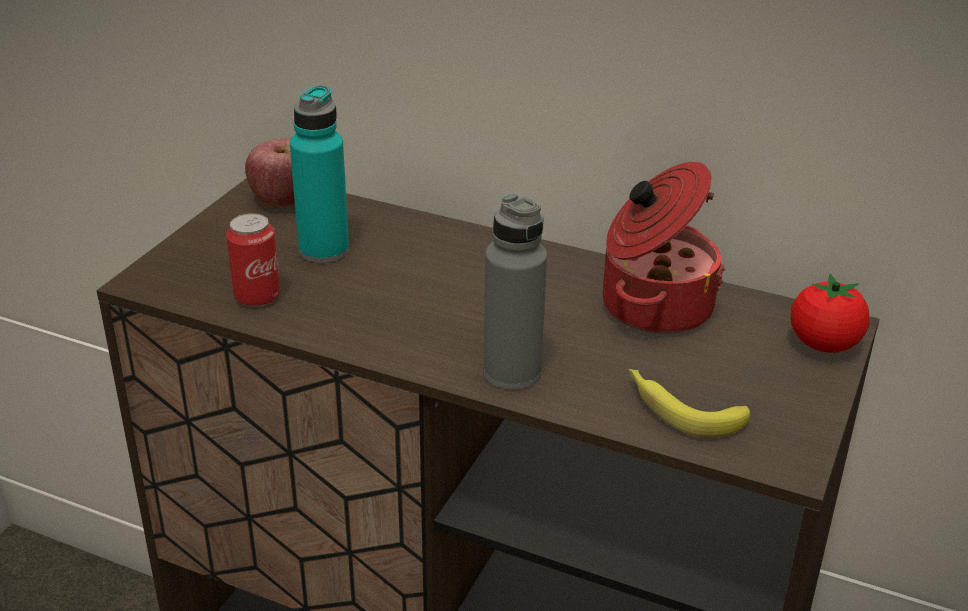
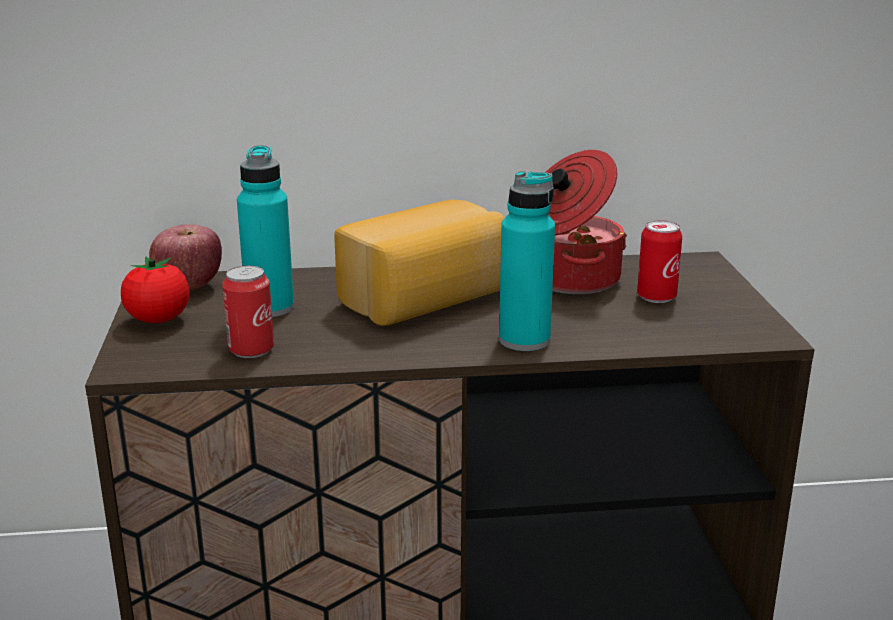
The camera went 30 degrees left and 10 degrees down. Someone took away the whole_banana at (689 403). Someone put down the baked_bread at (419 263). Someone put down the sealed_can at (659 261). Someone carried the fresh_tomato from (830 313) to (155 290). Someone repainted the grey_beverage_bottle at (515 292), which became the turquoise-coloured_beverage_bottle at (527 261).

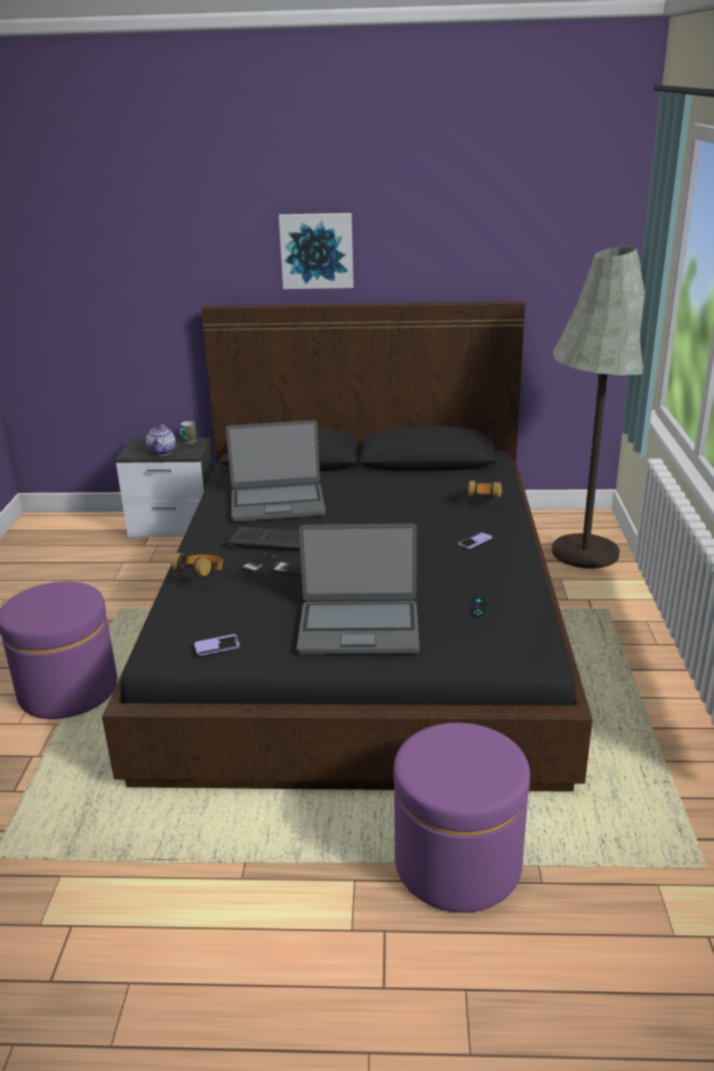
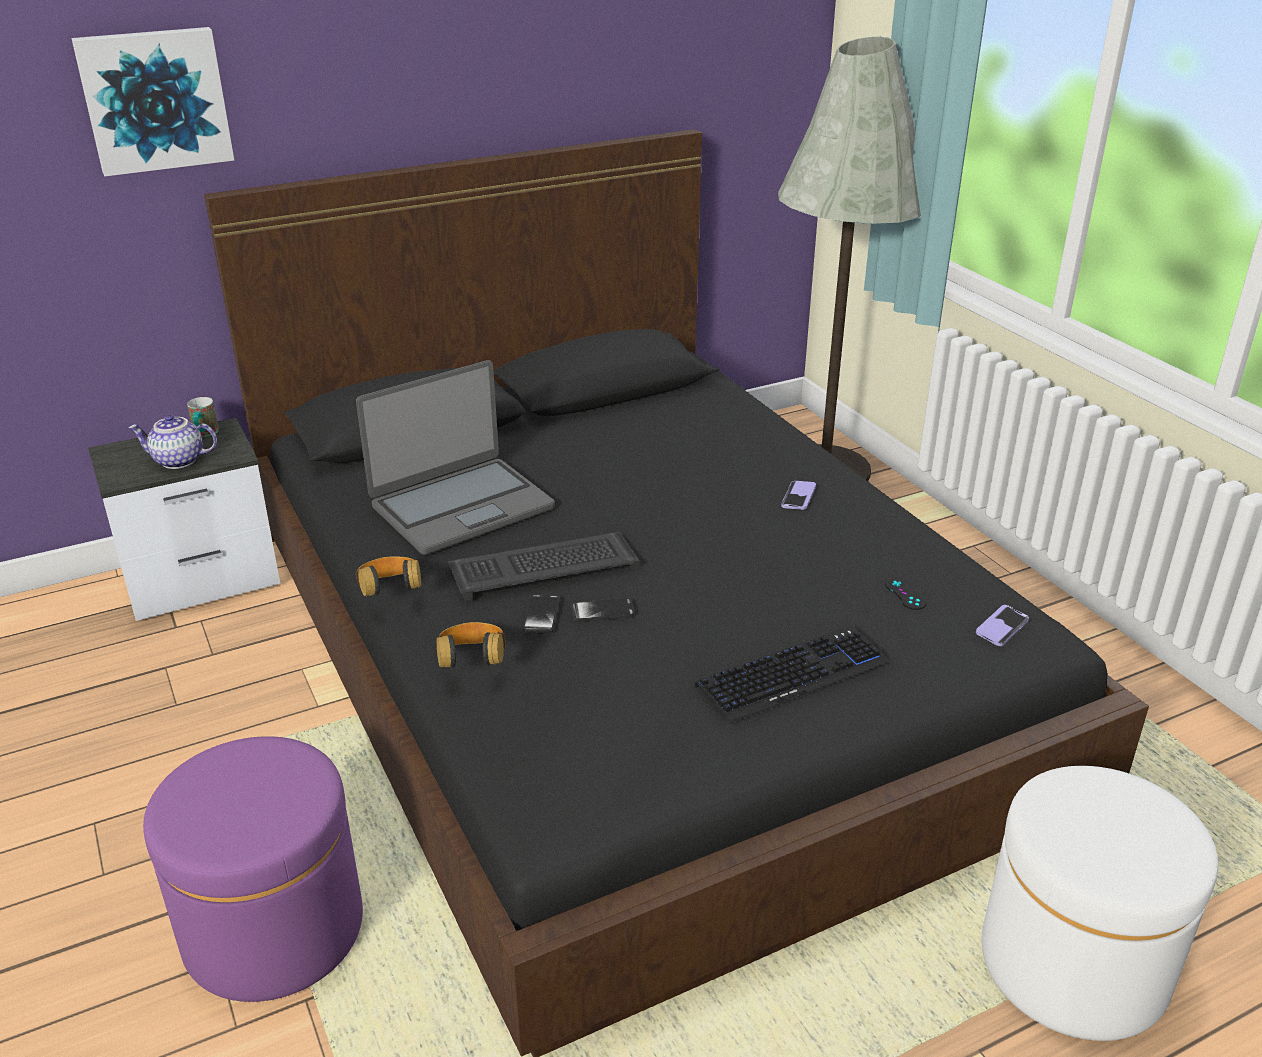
The camera went 30 degrees left and 5 degrees up. Someone carried the handset from (217 645) to (1002 625). Someone carried the picture from (316 251) to (152 101). Someone carried the pair_of_headphones from (485 489) to (388 576). Someone swapped the notebook_computer at (358 589) for the PC_keyboard at (792 675). Someone repainted the purple_ottoman at (461 818), which became the whitish_ottoman at (1100 903). Someone rotated the pot_for_tea at (161 440) by 120 degrees clockwise.

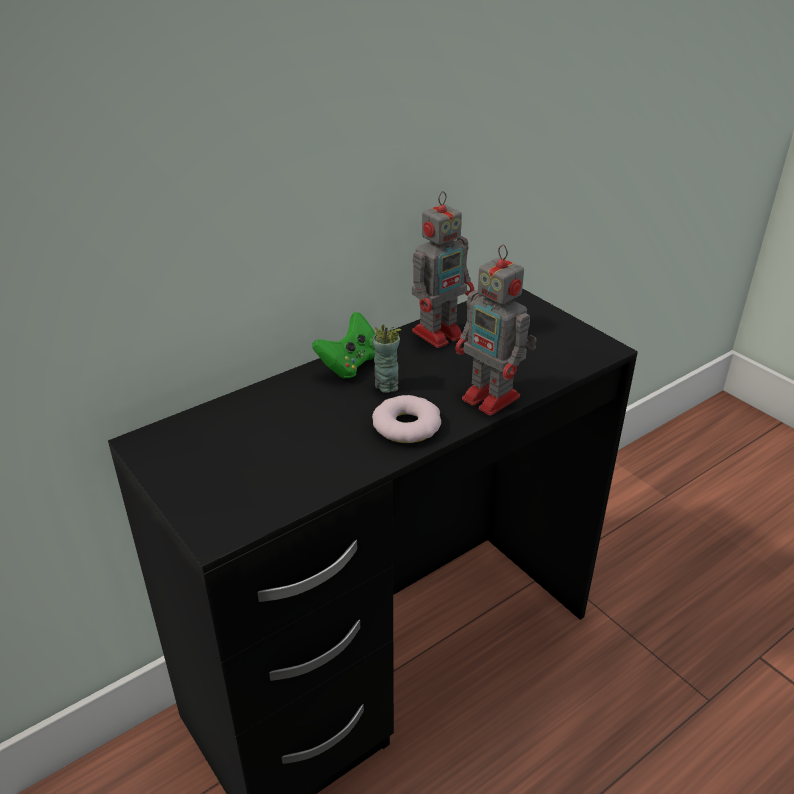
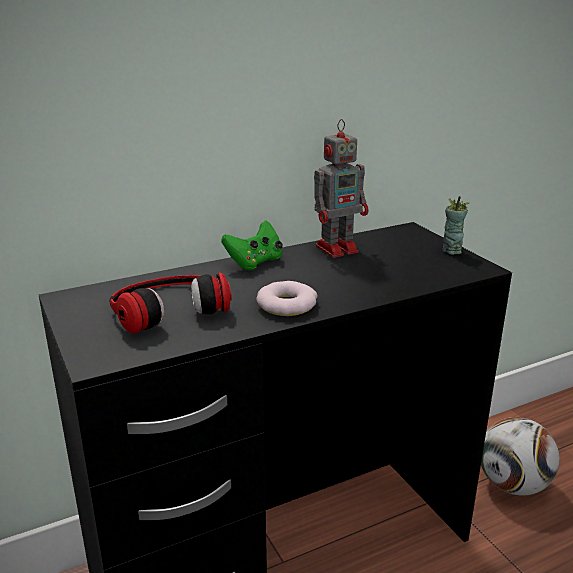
The camera went 10 degrees right and 10 degrees down. Someone took away the robot_figure at (496 330). Someone put down the pair_of_headphones at (171 303). Someone put down the football_ball at (520 456). Someone carried the drinking_cup from (387 358) to (456 225).

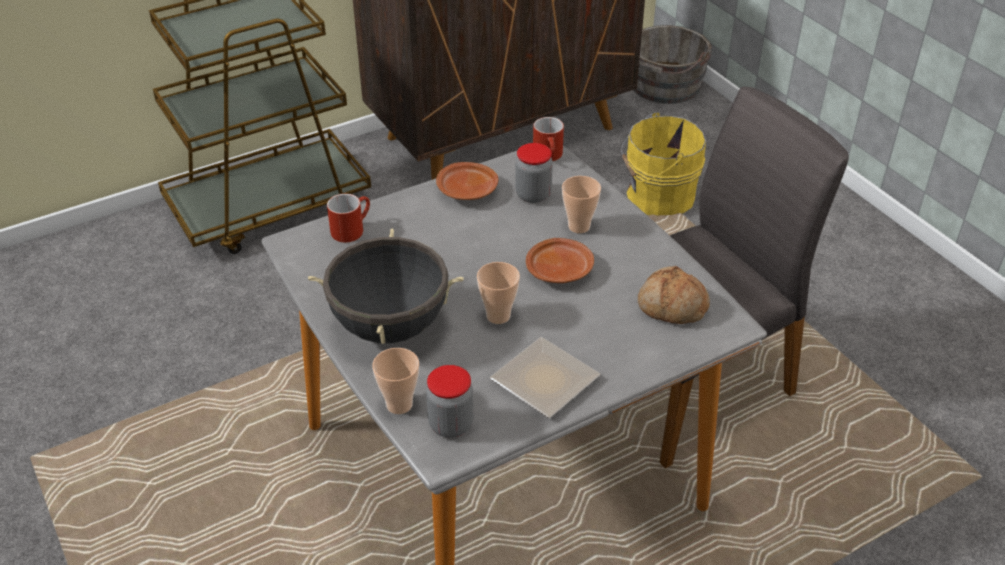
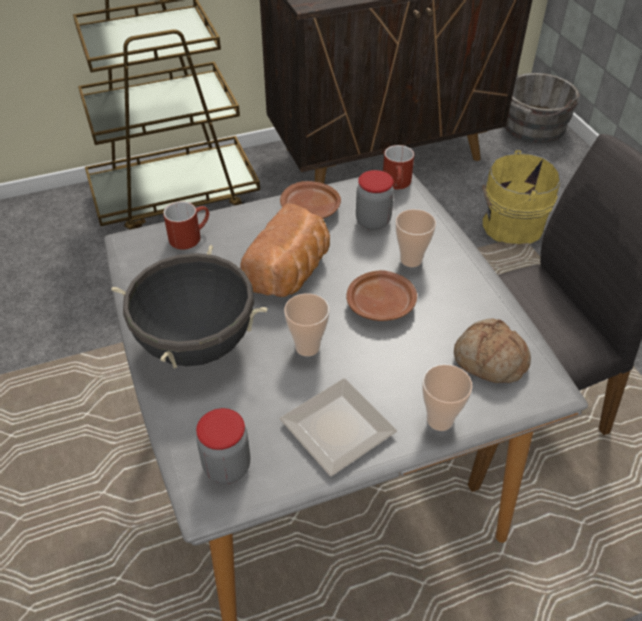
The camera went 10 degrees right and 5 degrees up. Someone put down the baked_bread at (285 250). Someone carried the drinking_cup from (395 381) to (447 397).

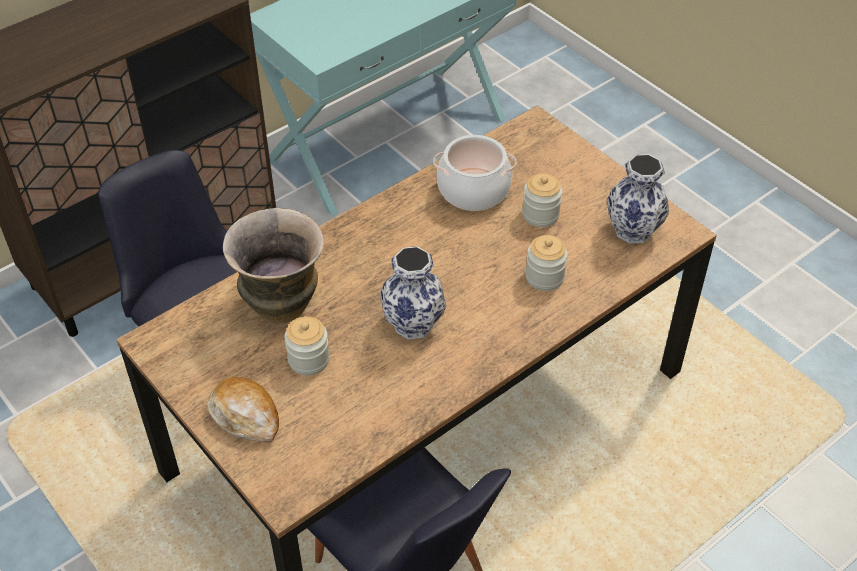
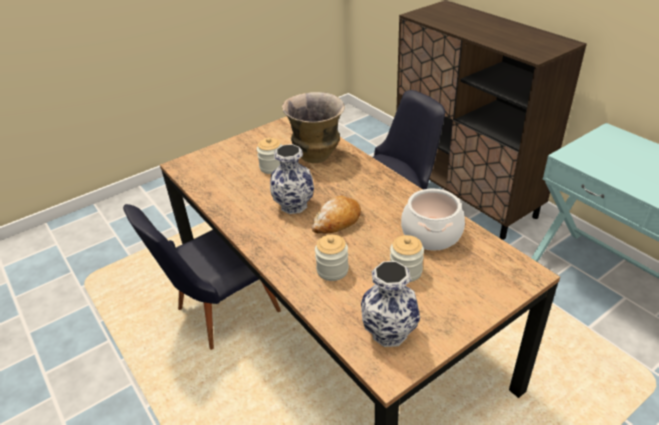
The camera went 95 degrees right and 10 degrees down. Someone carried the baked_bread from (243 410) to (336 214).

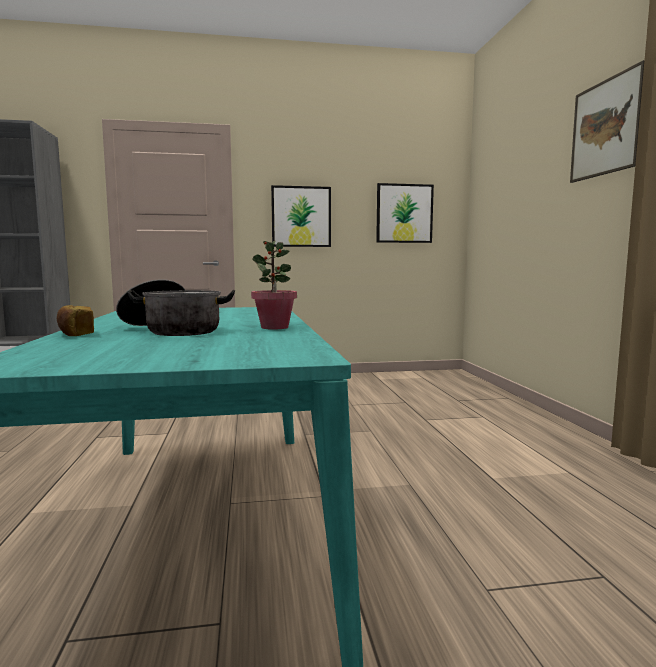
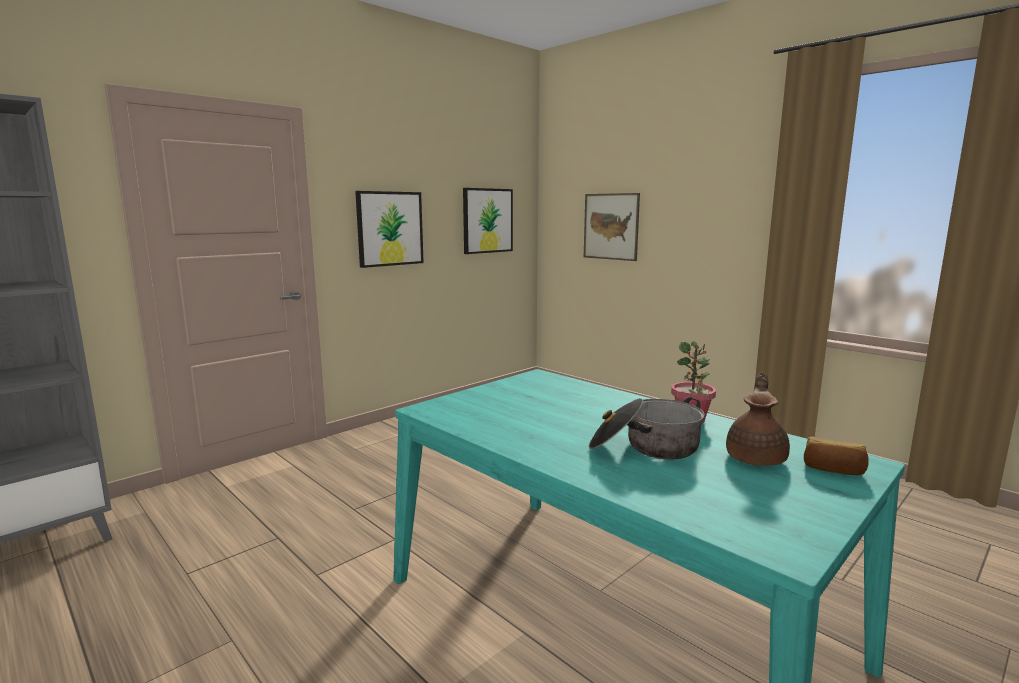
The camera went 35 degrees left and 5 degrees up. Someone put down the brown_pot_for_tea at (758 419). Someone carried the baked_bread from (75 320) to (836 455). Someone carried the picture from (607 121) to (612 227).

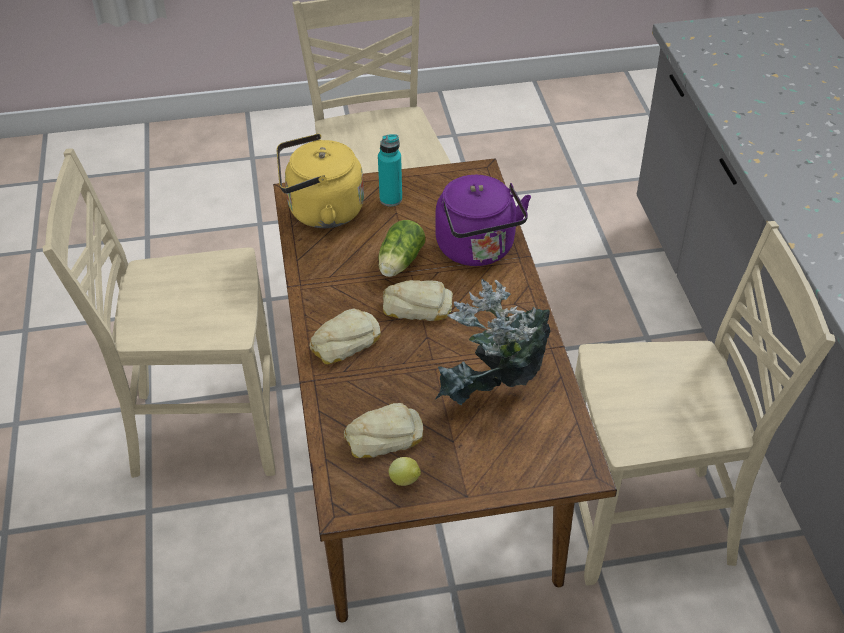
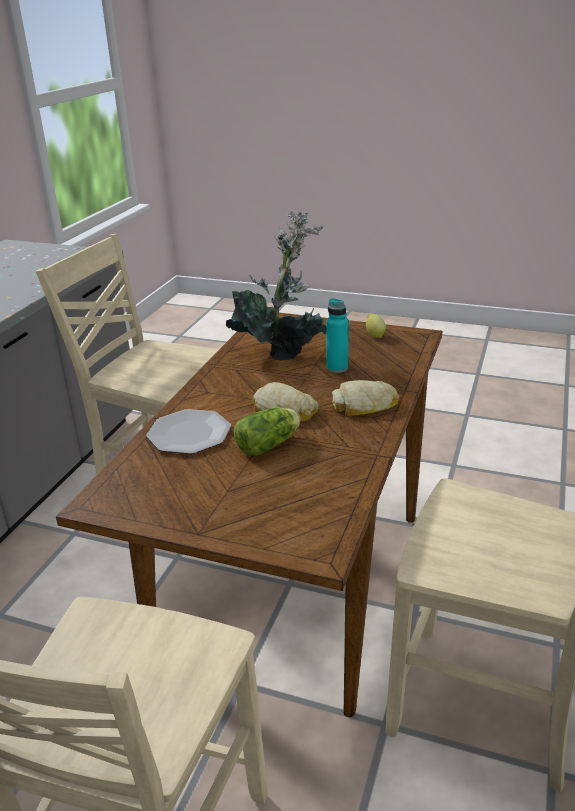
The camera went 150 degrees left and 15 degrees down. Someone took away the yellowish_tea_kettle at (320 181). Someone took away the baked_bread at (383 430). Someone carried the turquoise-coloured_beverage_bottle from (390 170) to (337 335). Someone swapped the purple_tea_kettle at (483 220) for the flat_dish at (188 431).

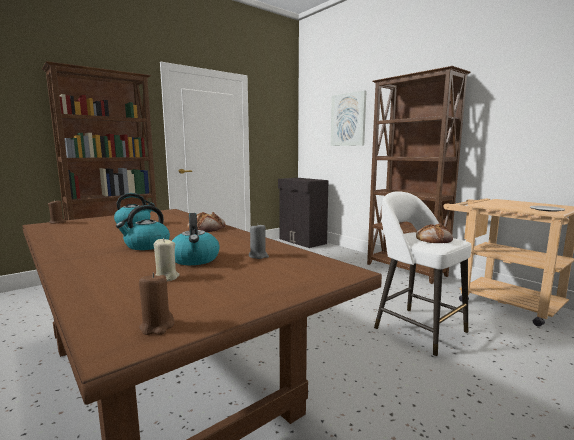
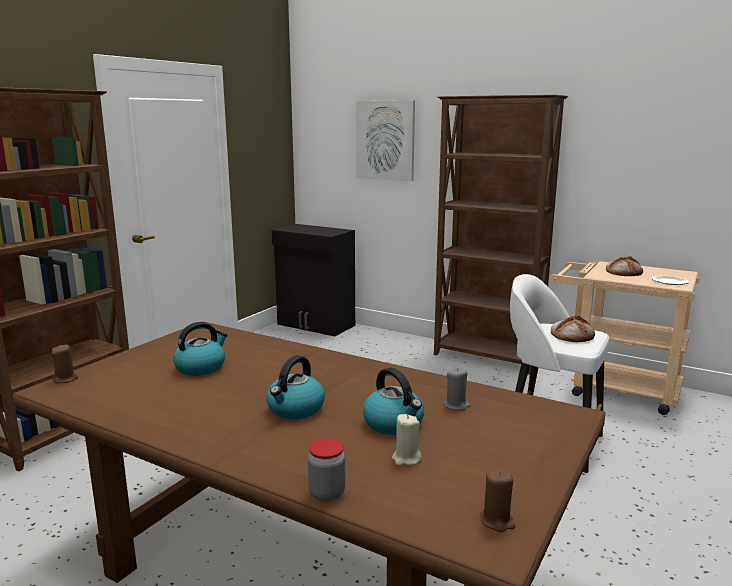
The camera went 20 degrees left and 5 degrees up. Someone put down the preserve_jar at (326 470). Someone carried the baked_bread from (206 222) to (624 266).

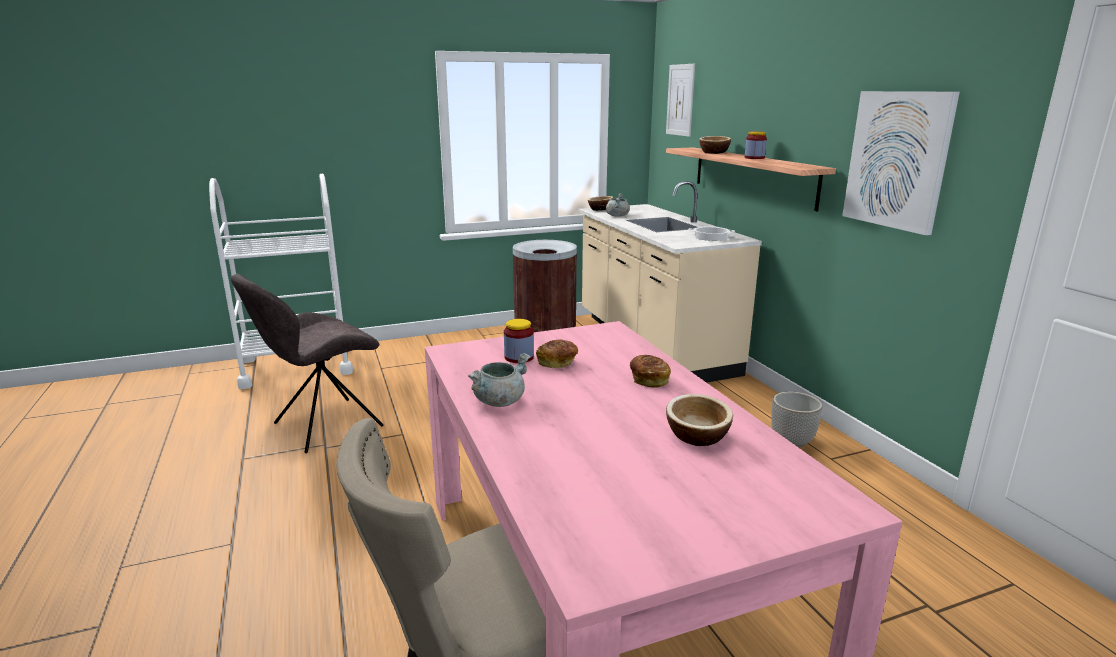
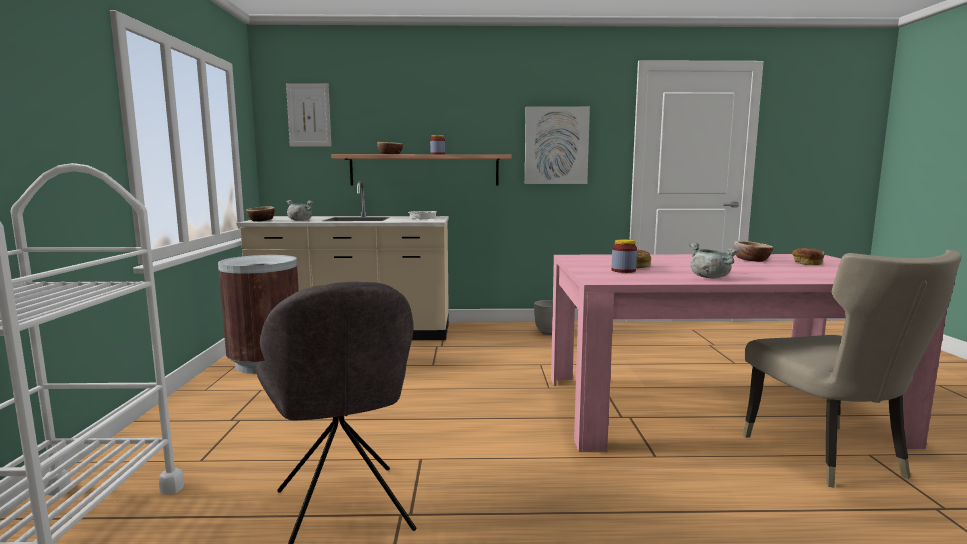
The camera went 70 degrees left and 10 degrees down. Someone carried the baked_bread from (650 371) to (808 257).

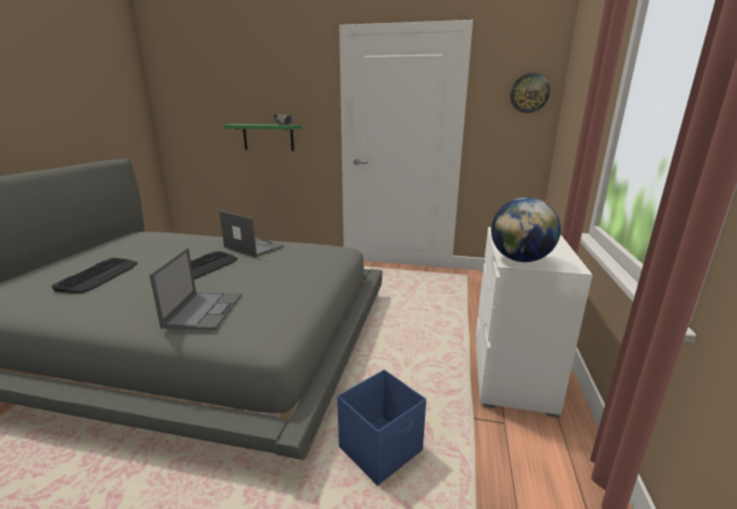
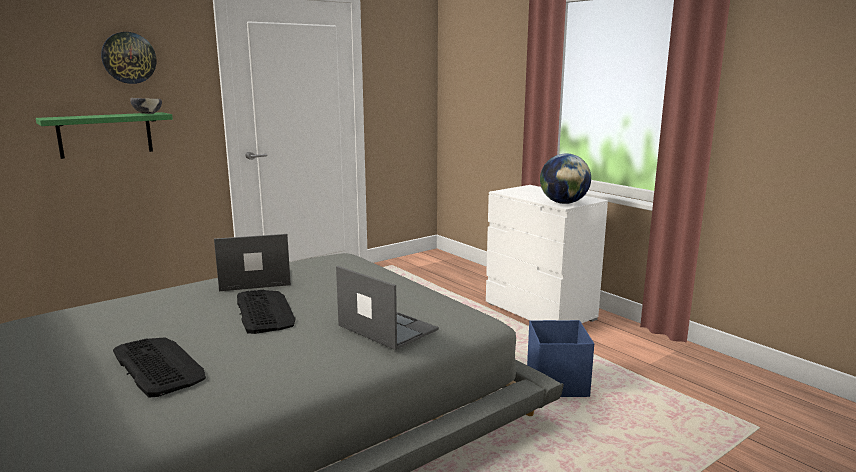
The camera went 50 degrees left and 5 degrees down. Someone carried the clock_on_the_wall from (530 93) to (128 58).

